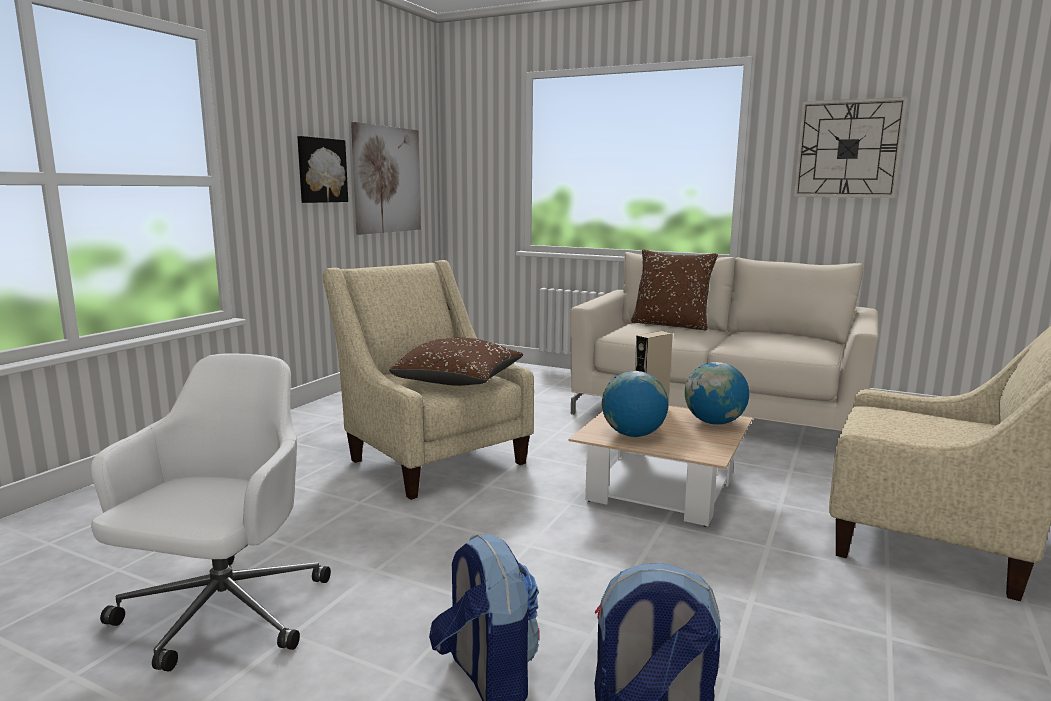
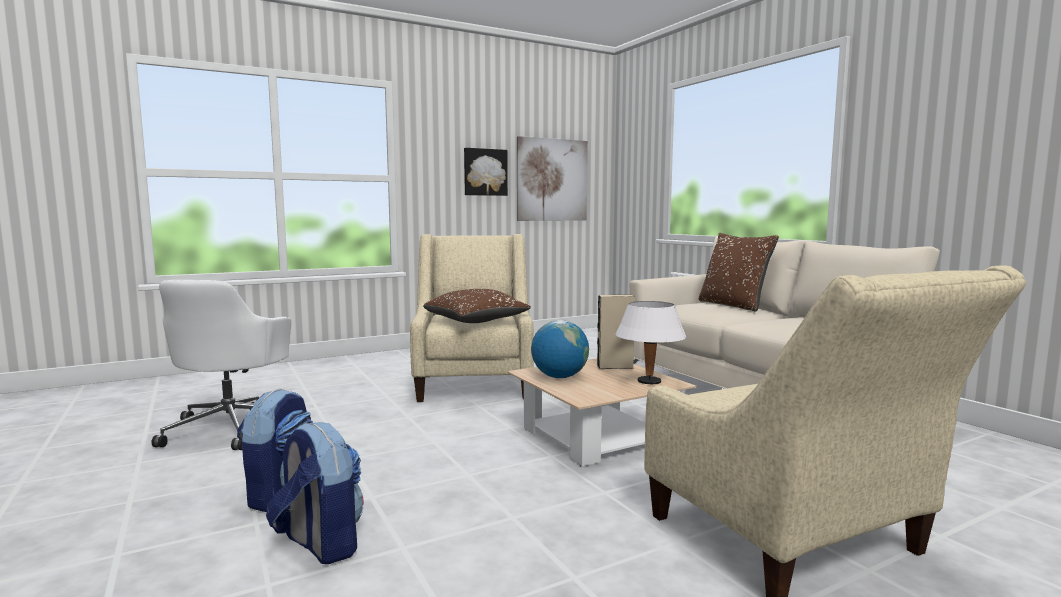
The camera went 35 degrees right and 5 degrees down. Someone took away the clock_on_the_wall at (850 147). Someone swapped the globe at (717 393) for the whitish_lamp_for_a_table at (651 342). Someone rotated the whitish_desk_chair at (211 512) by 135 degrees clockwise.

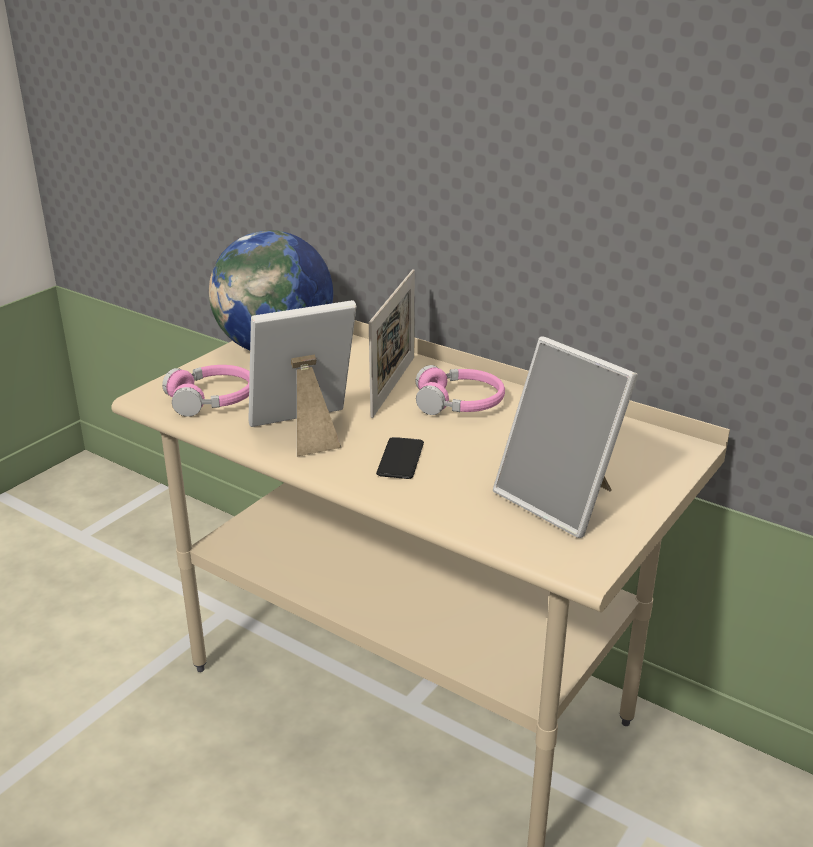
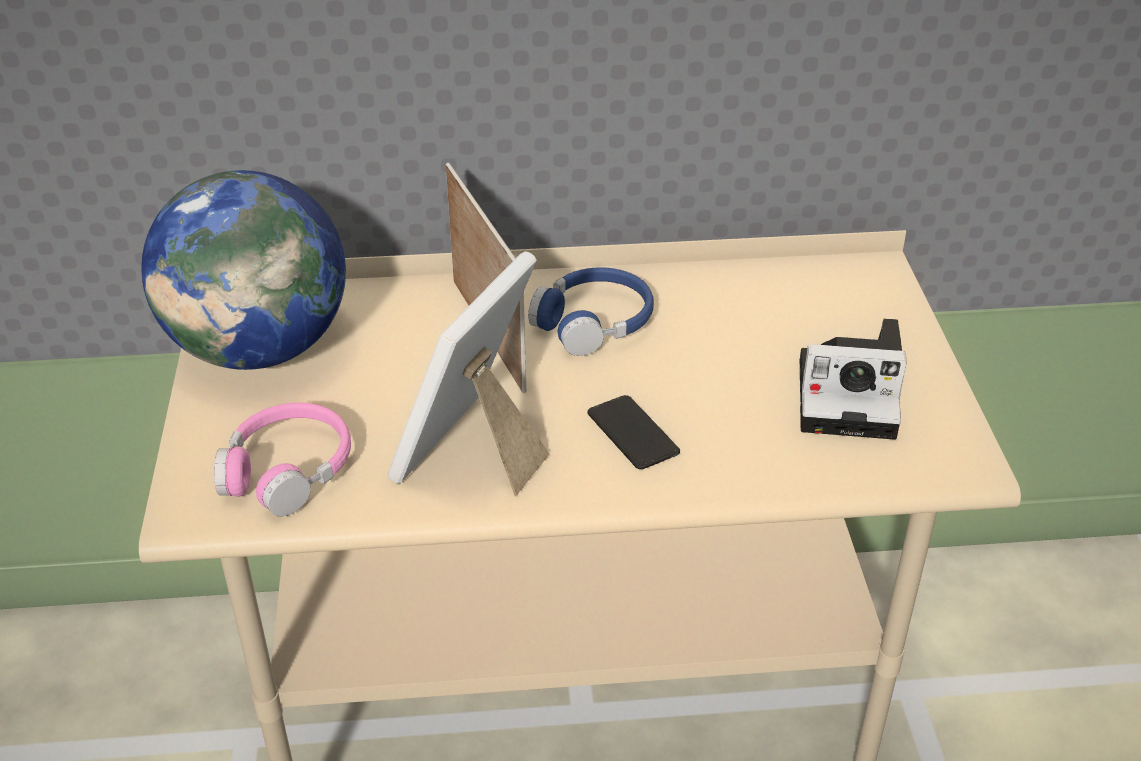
The camera went 40 degrees left and 10 degrees up. Someone swapped the picture_frame at (565 437) for the photo_camera at (853 379). Someone repainted the pink-coloured_pair_of_headphones at (460 390), which became the bluish_pair_of_headphones at (591 311).

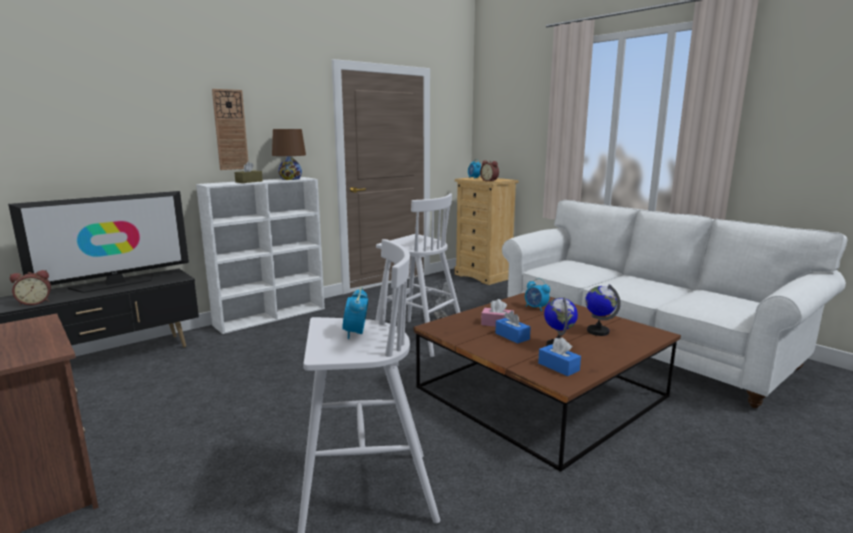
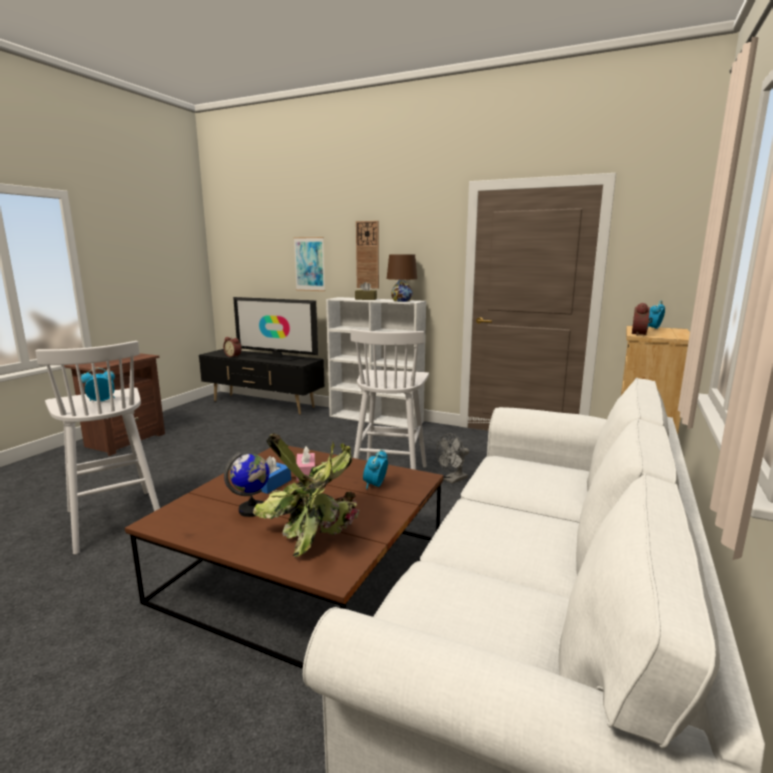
The camera went 65 degrees right and 0 degrees up. Someone took away the bluish_tissue_box at (559 356). Someone put up the picture at (309 264). Someone swapped the globe at (603 310) for the houseplant at (306 495).

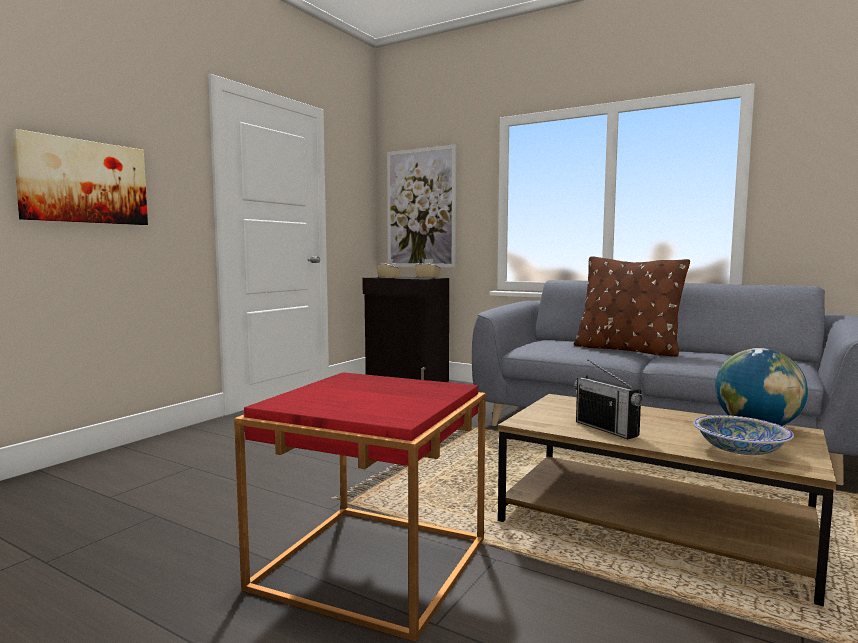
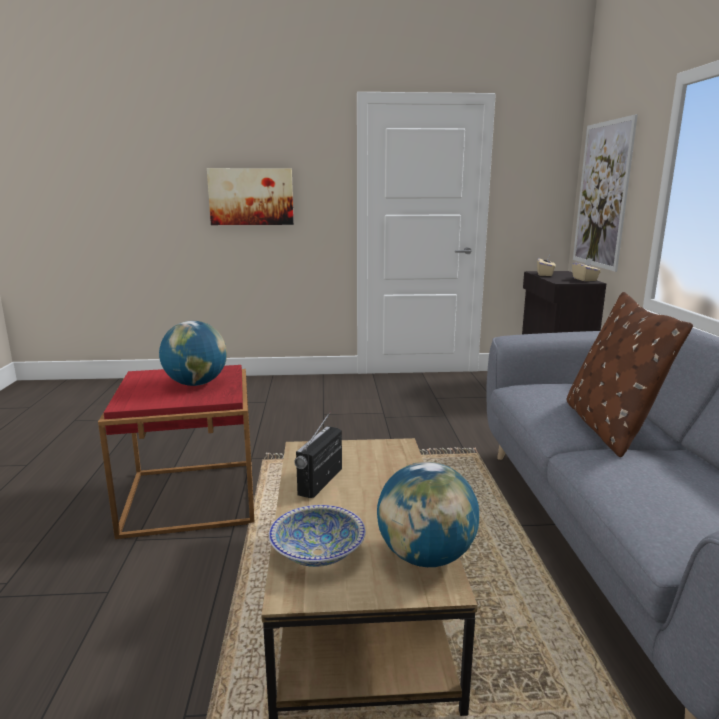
The camera went 55 degrees right and 10 degrees up. Someone put down the globe at (193 353).

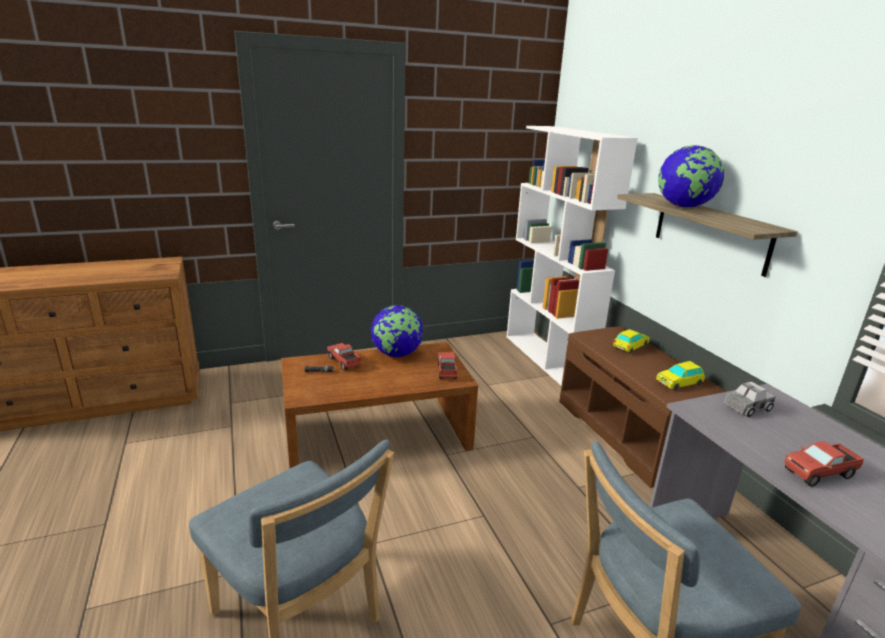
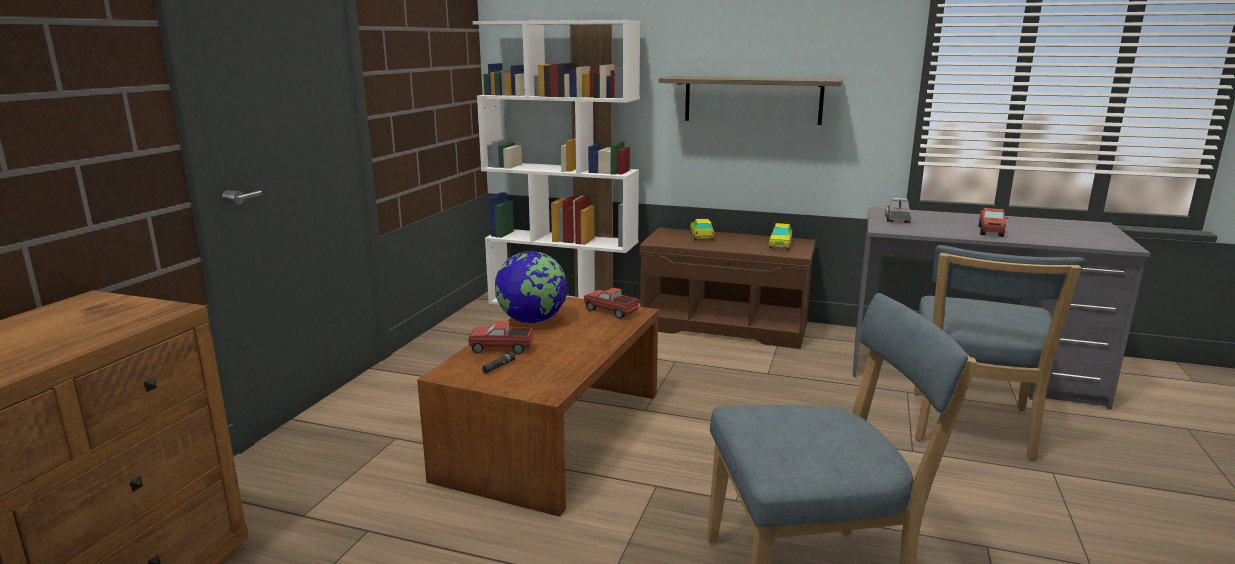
The camera went 50 degrees left and 5 degrees down. Someone took away the globe at (691 176).

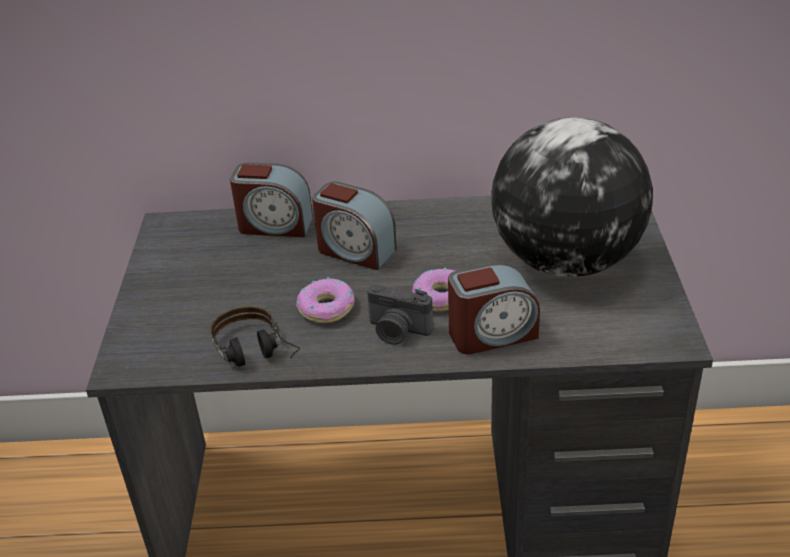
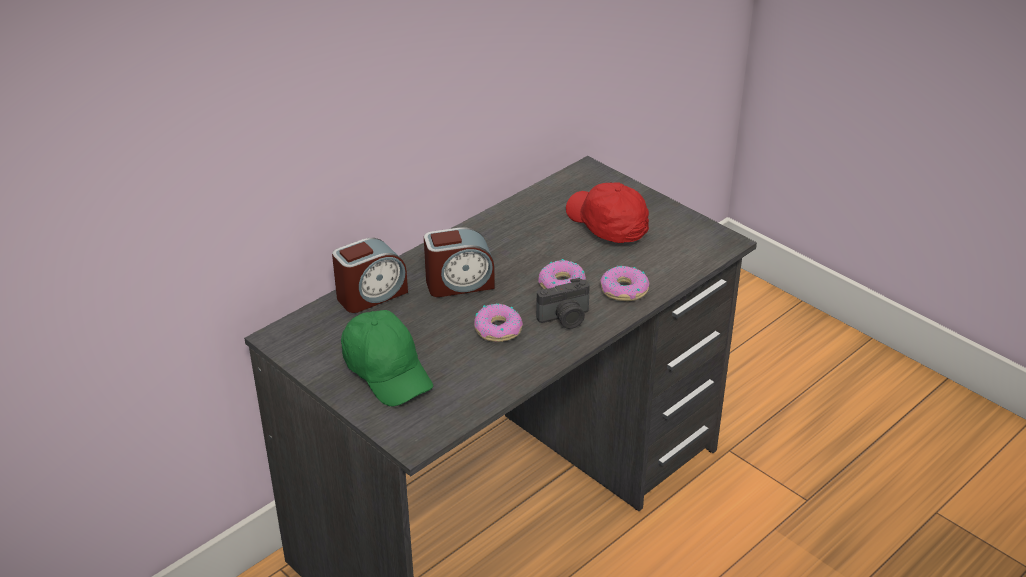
The camera went 45 degrees left and 0 degrees up. Someone took away the pair_of_headphones at (255 336). Someone put down the green-coloured_baseball_cap at (387 358). Someone swapped the table_clock at (494 308) for the doughnut at (624 283). Someone swapped the globe at (572 197) for the red-coloured_baseball_cap at (607 213).

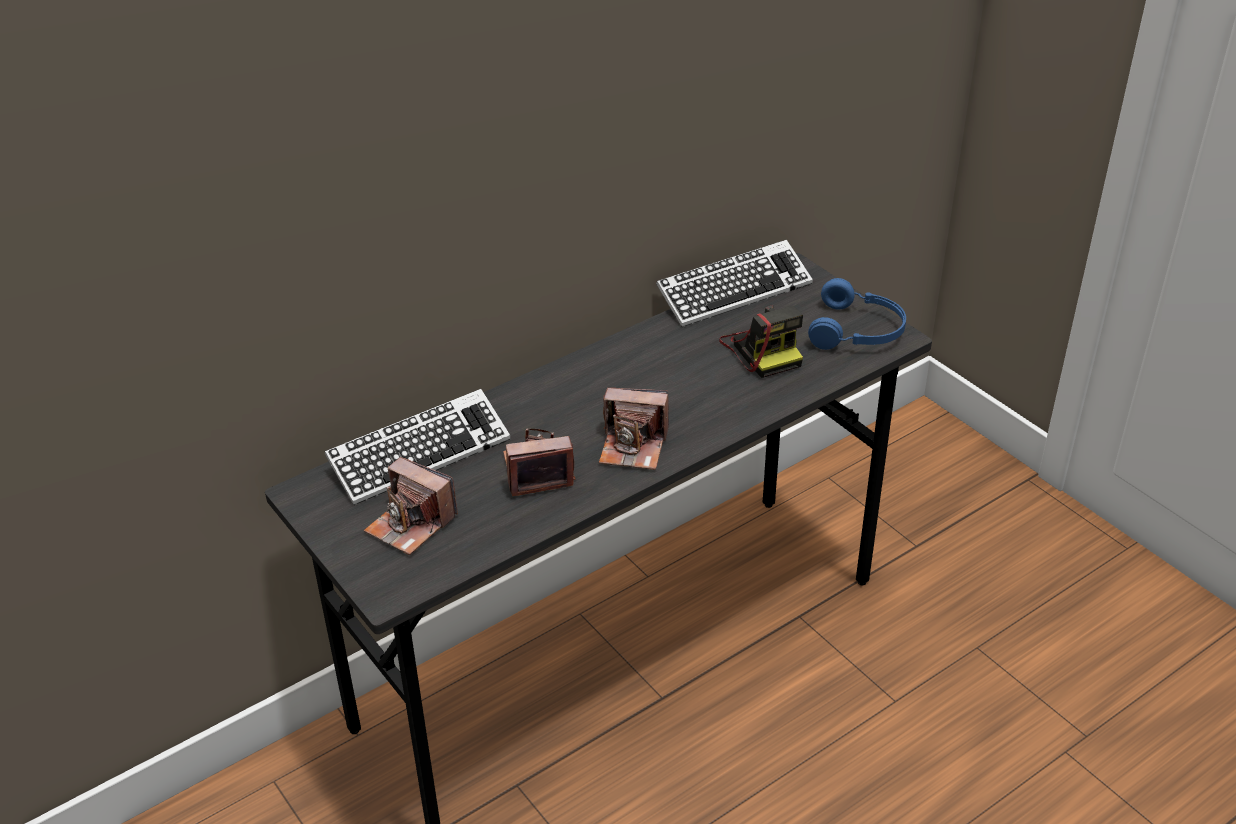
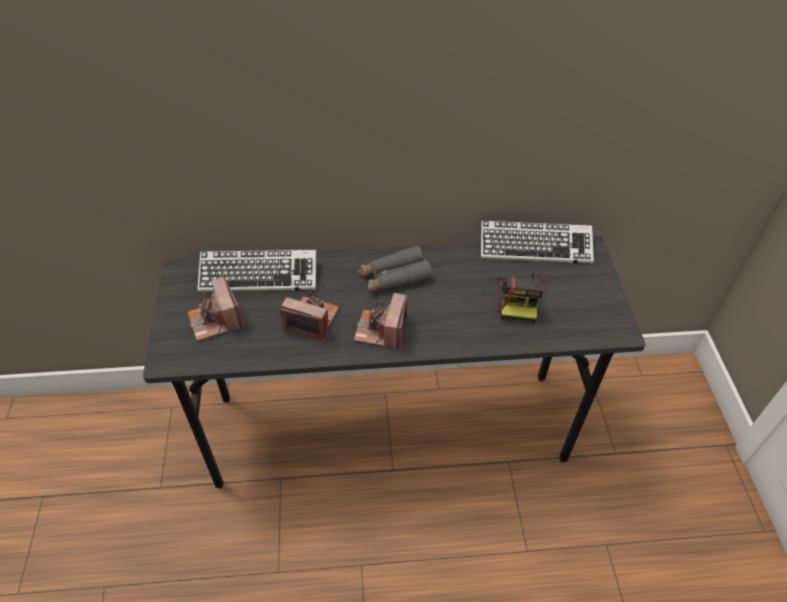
The camera went 30 degrees right and 10 degrees up. Someone took away the bluish_pair_of_headphones at (857 314). Someone put down the grey_field_glasses at (394 269). Someone rotated the photo_camera at (634 429) by 60 degrees clockwise.

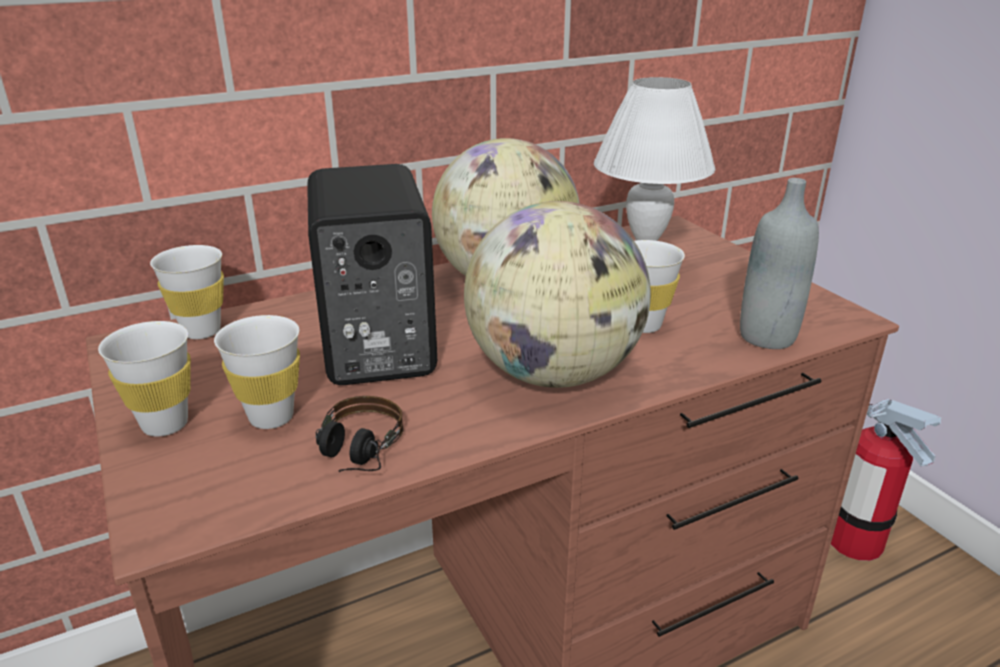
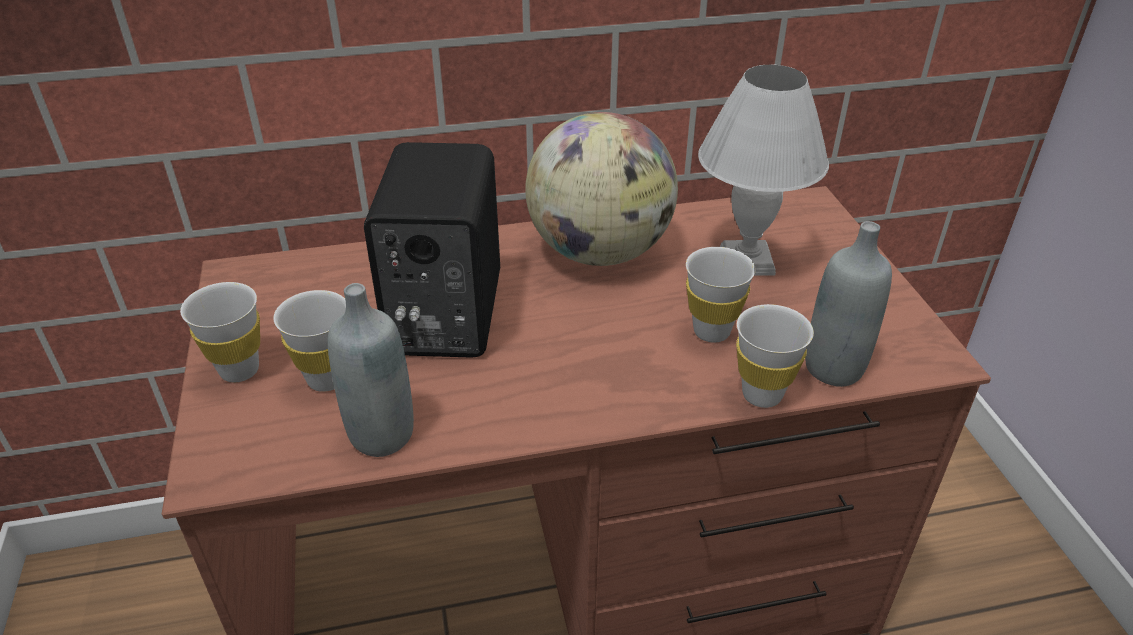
The camera went 15 degrees right and 10 degrees up. Someone took away the globe at (557 294). Someone took away the fire_extinguisher at (886 480). Someone carried the whitish_drinking_cup from (187 292) to (775 356). Someone swapped the pair_of_headphones at (359 434) for the grey_beverage_bottle at (371 370).

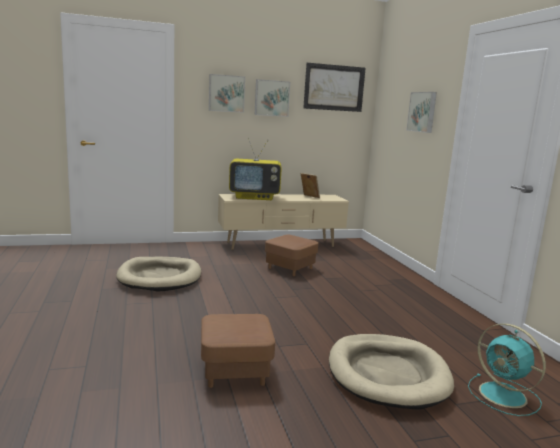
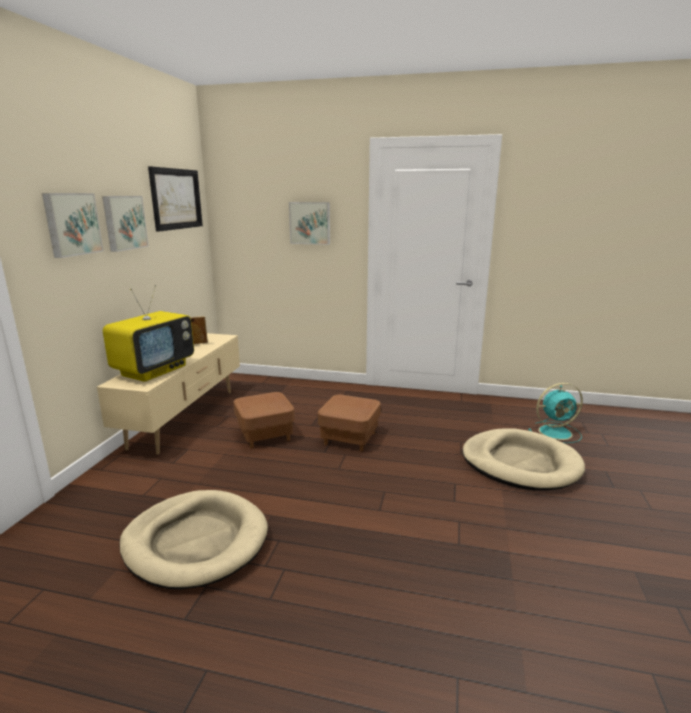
The camera went 60 degrees left and 5 degrees up. Someone carried the brown_ottoman from (238 351) to (349 423).

